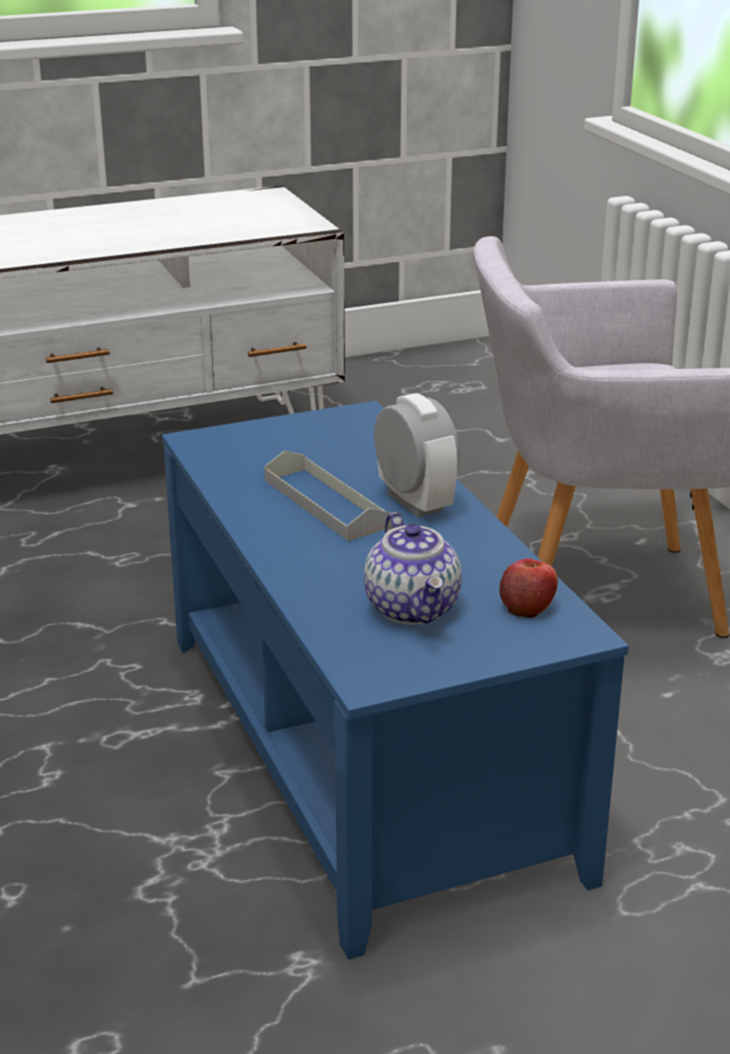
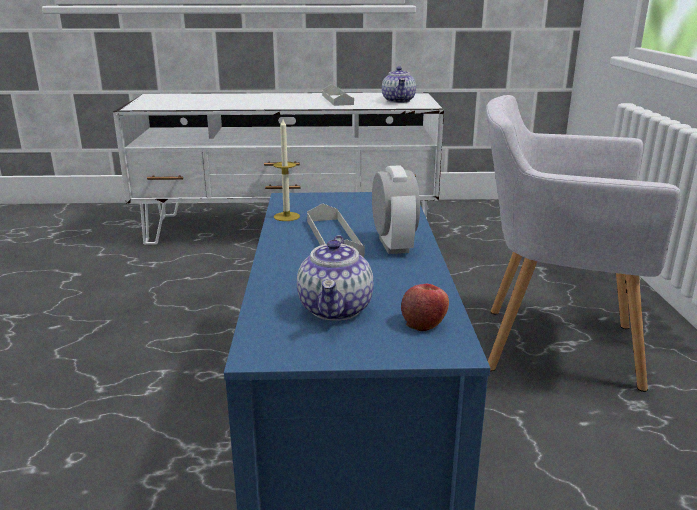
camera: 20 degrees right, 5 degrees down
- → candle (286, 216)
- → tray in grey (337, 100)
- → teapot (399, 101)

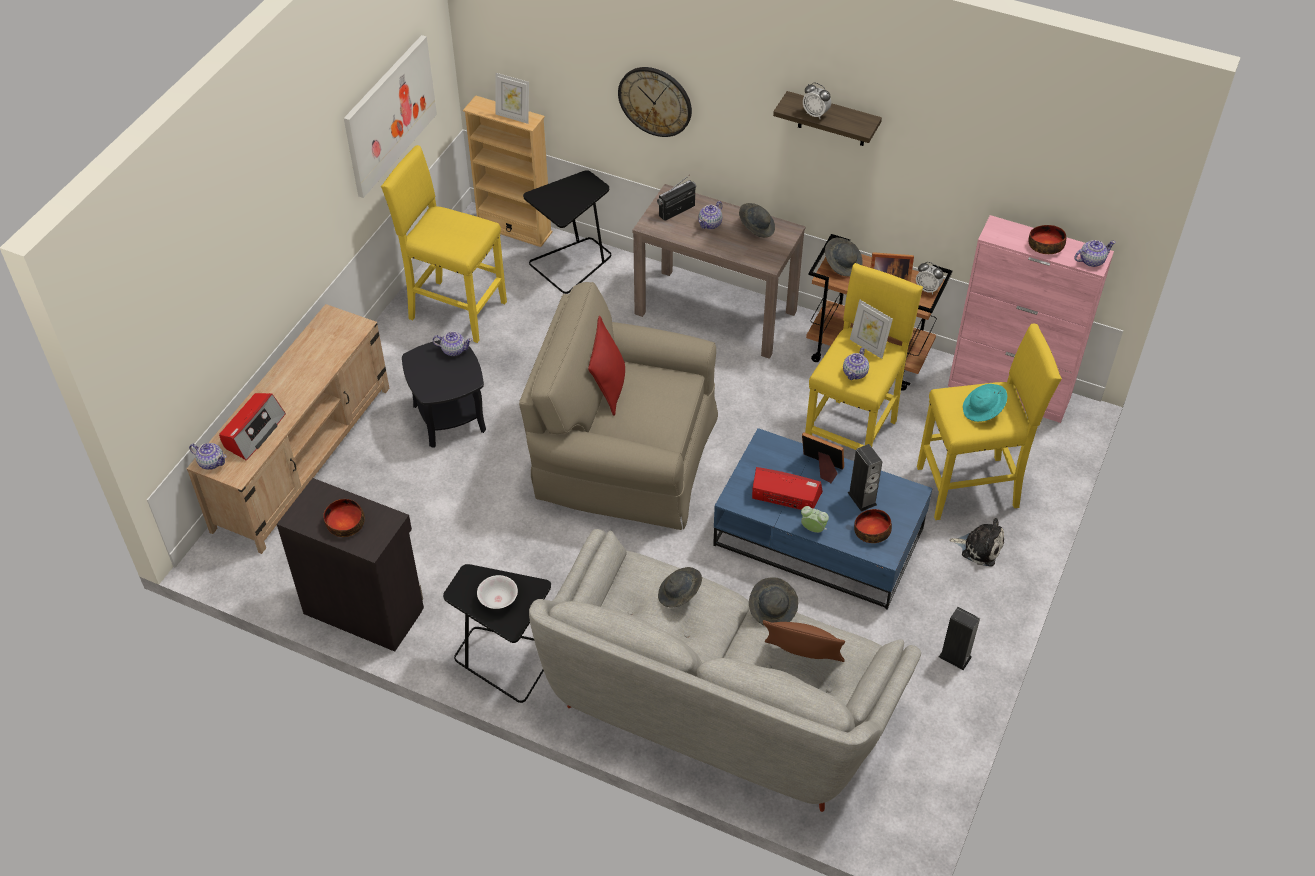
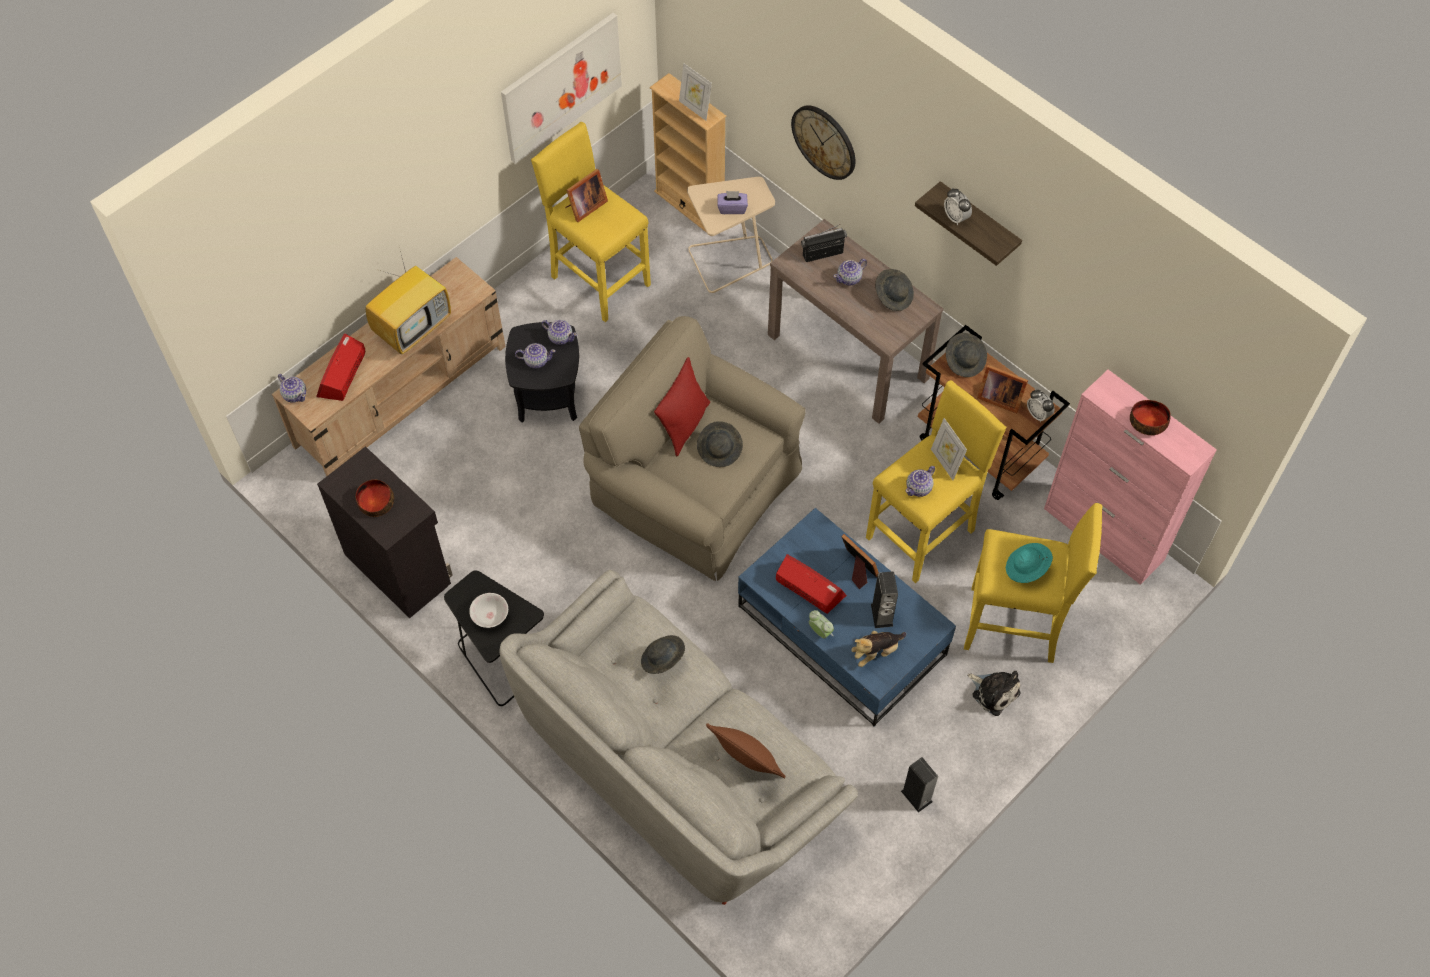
camera: 20 degrees right, 10 degrees up
radio (253, 432) → radio (342, 374), 150 degrees clockwise
side table in black (572, 264) → side table in beige (730, 261)
hat in grey (773, 609) → hat in grey (720, 450), move
bowl (872, 531) → plush toy (876, 652)
teapot (1091, 260) → teapot (536, 361), move
- → television (414, 327)
- → picture frame (585, 207)
- → tissue box in purple (732, 208)

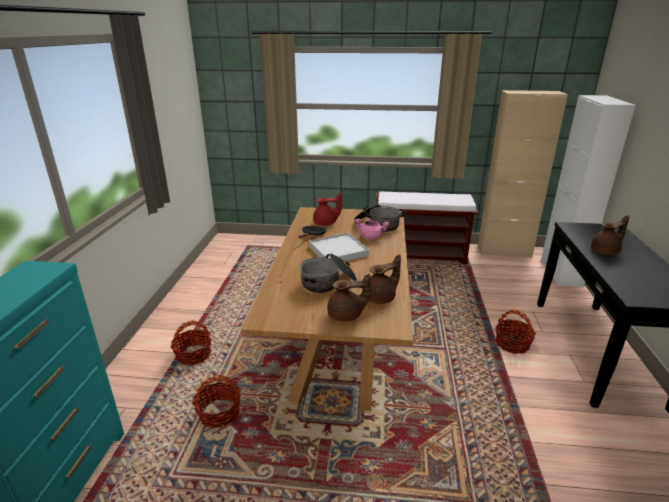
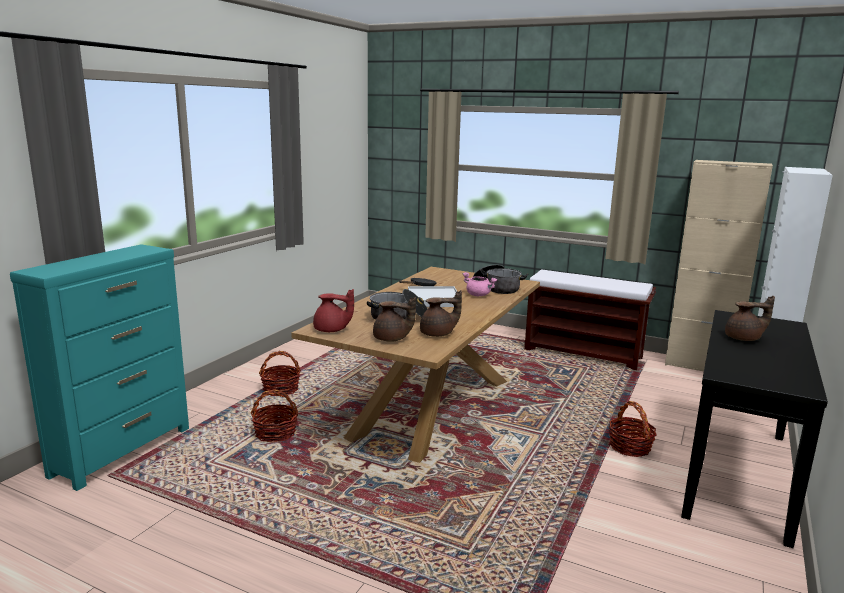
camera: 20 degrees right, 10 degrees down
teapot in red (326, 223) → teapot in red (332, 330), move

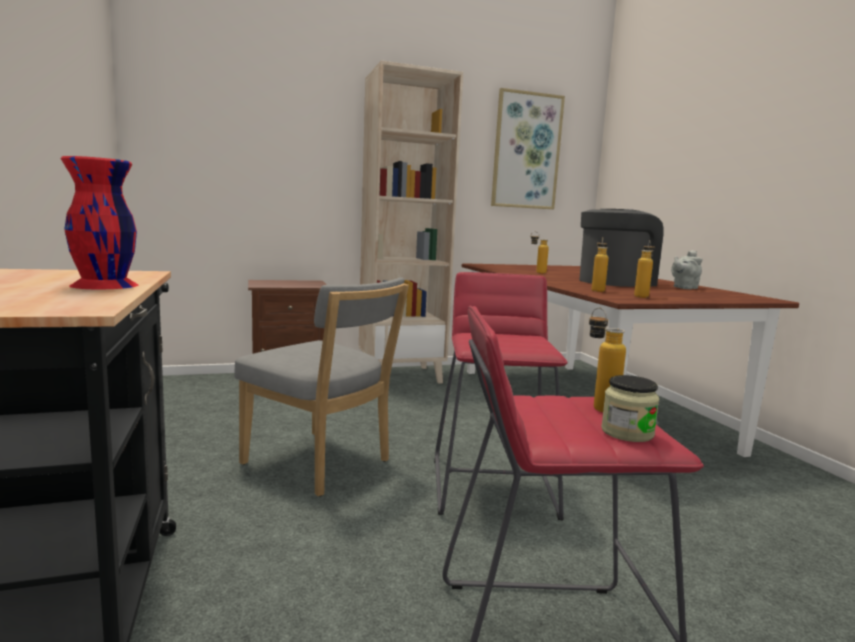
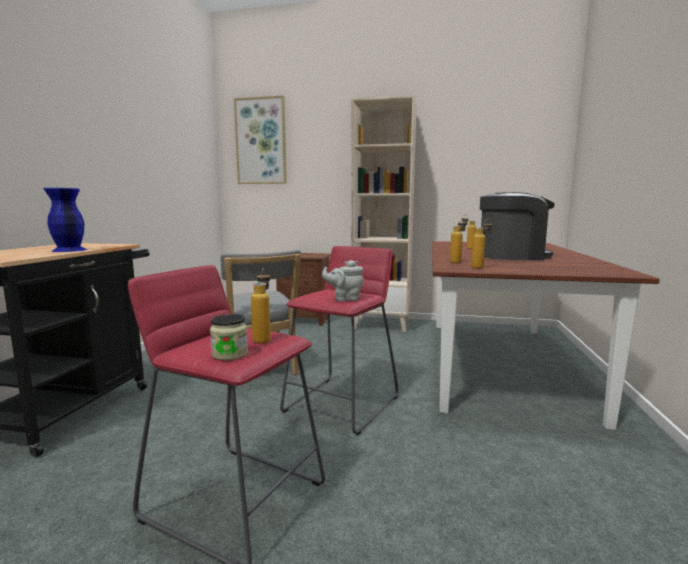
camera: 30 degrees right, 0 degrees up
vase in red (103, 285) → vase in blue (68, 250)
picture (526, 151) → picture (261, 141), move
teapot in grey (684, 288) → teapot in grey (345, 299), move

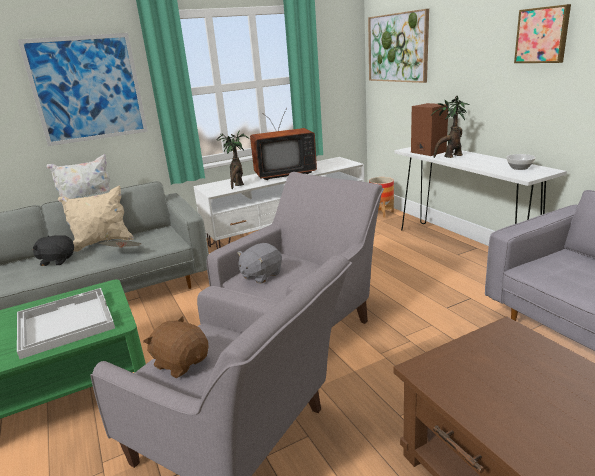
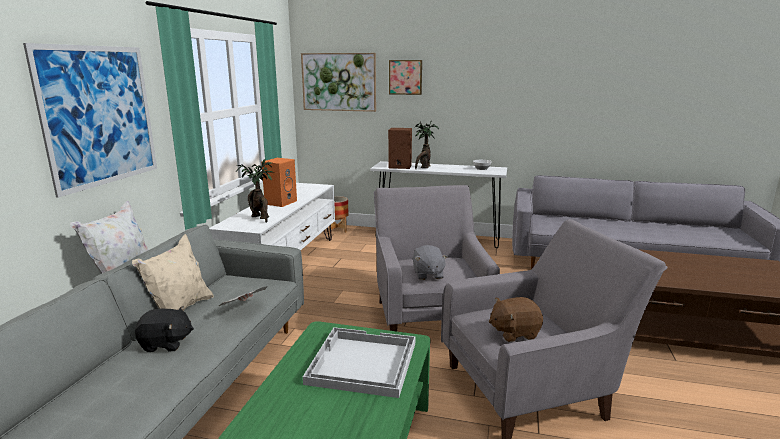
camera: 50 degrees left, 5 degrees down
plush toy in black (57, 260) → plush toy in black (166, 344), 135 degrees counterclockwise
television (283, 173) → speaker in orange (281, 202)
picture (542, 35) → picture (405, 77), move

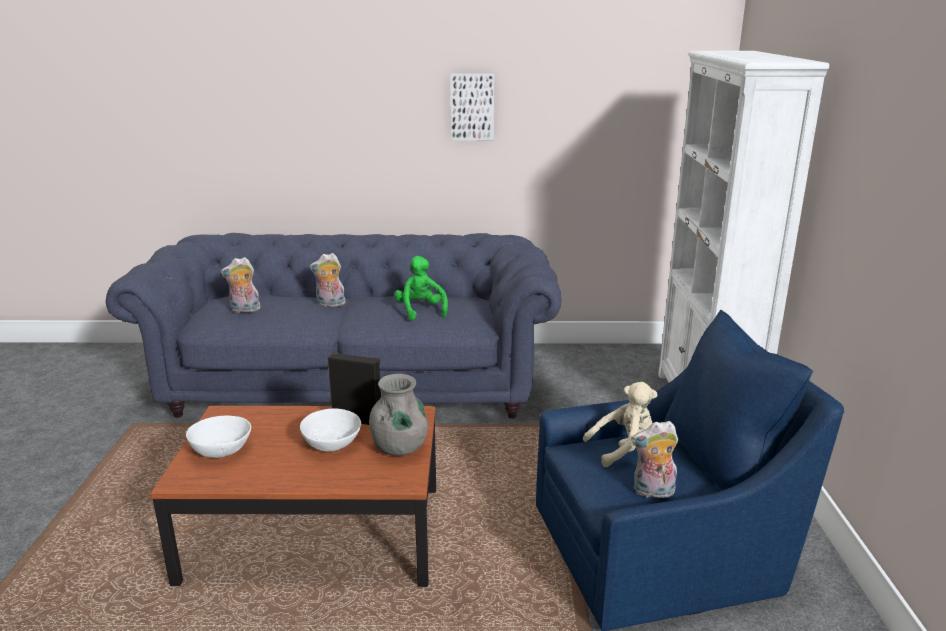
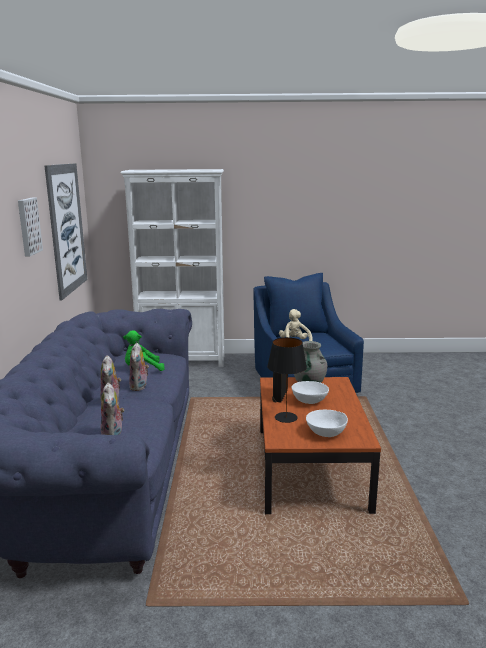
camera: 90 degrees left, 5 degrees down
plush toy (653, 492) → plush toy (139, 387), move
- → picture (67, 228)
- → table lamp in black (286, 417)

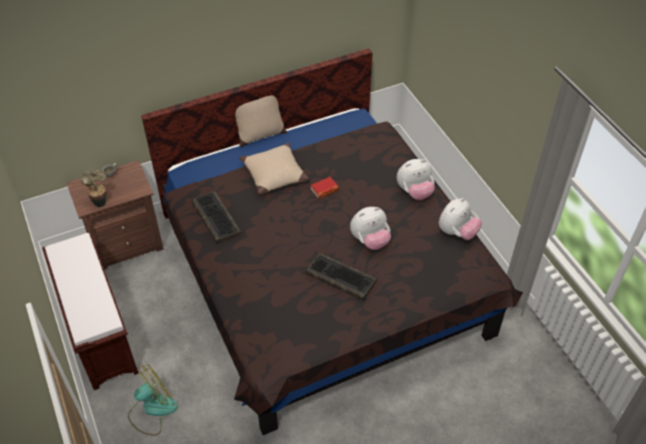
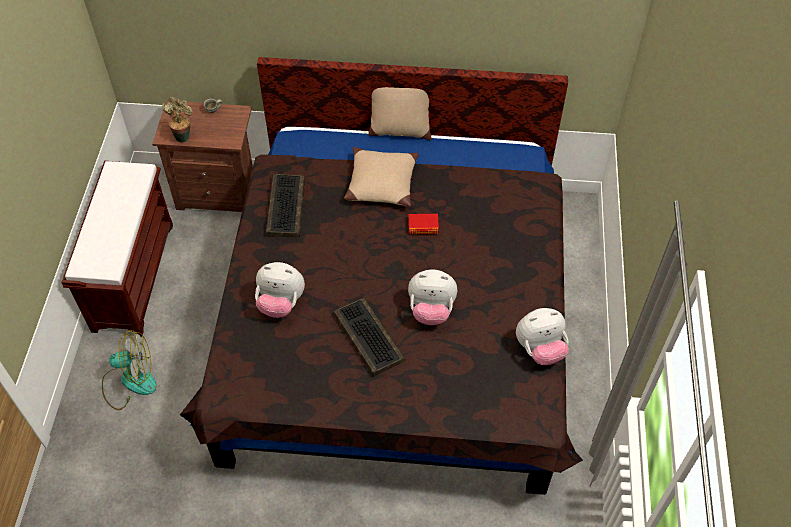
camera: 30 degrees right, 5 degrees up
plush toy (414, 192) → plush toy (280, 303), move

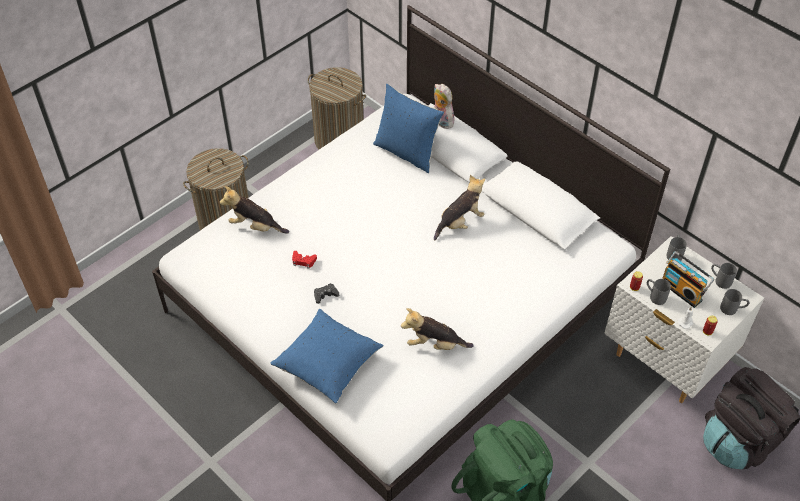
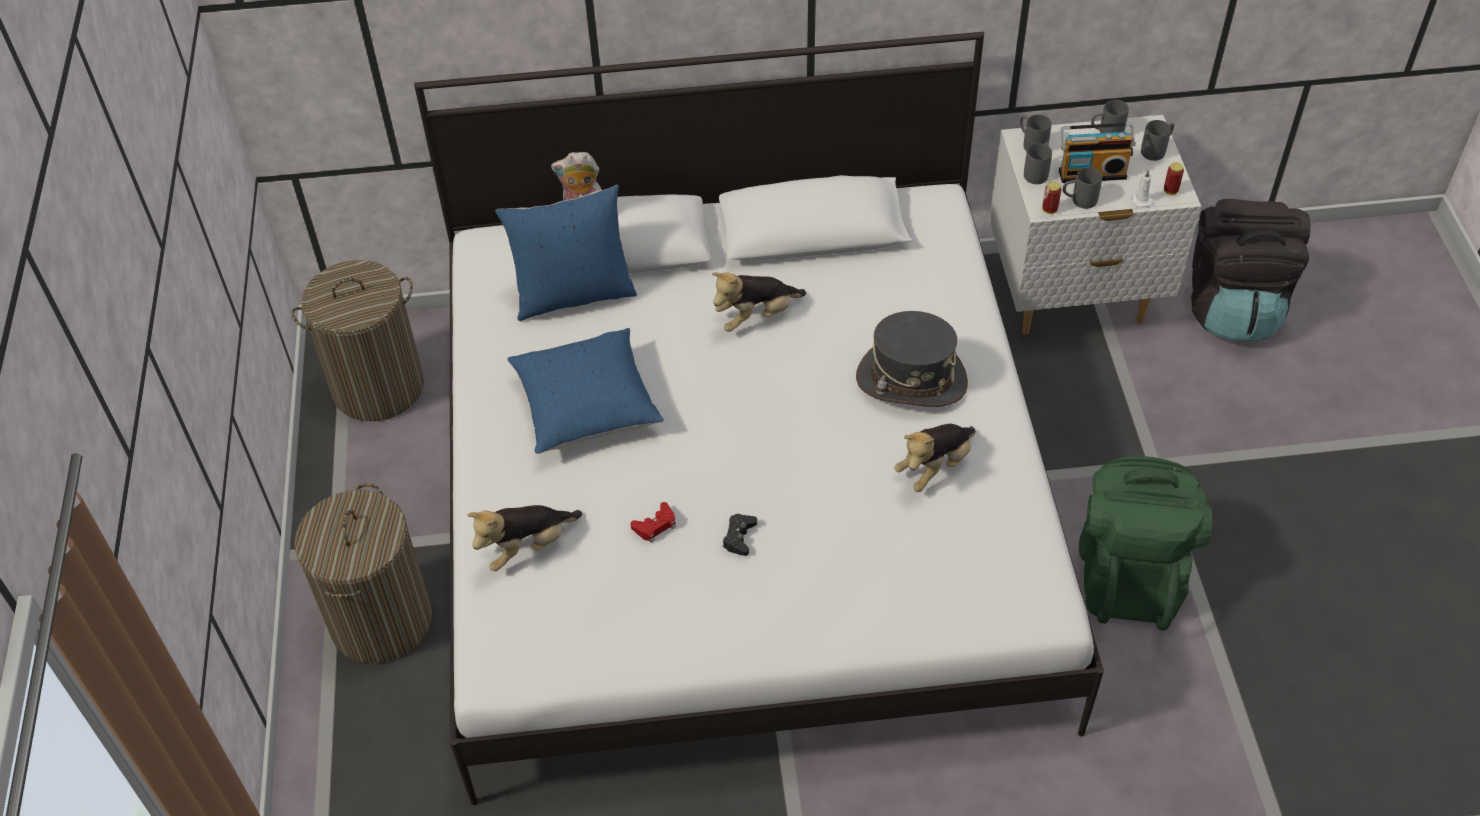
camera: 50 degrees left, 0 degrees up
pillow in blue (328, 364) → pillow in blue (586, 407), move
plush toy (460, 222) → plush toy (756, 316), 120 degrees counterclockwise
- → hat in grey (911, 380)
- → mug in grey (1038, 172)

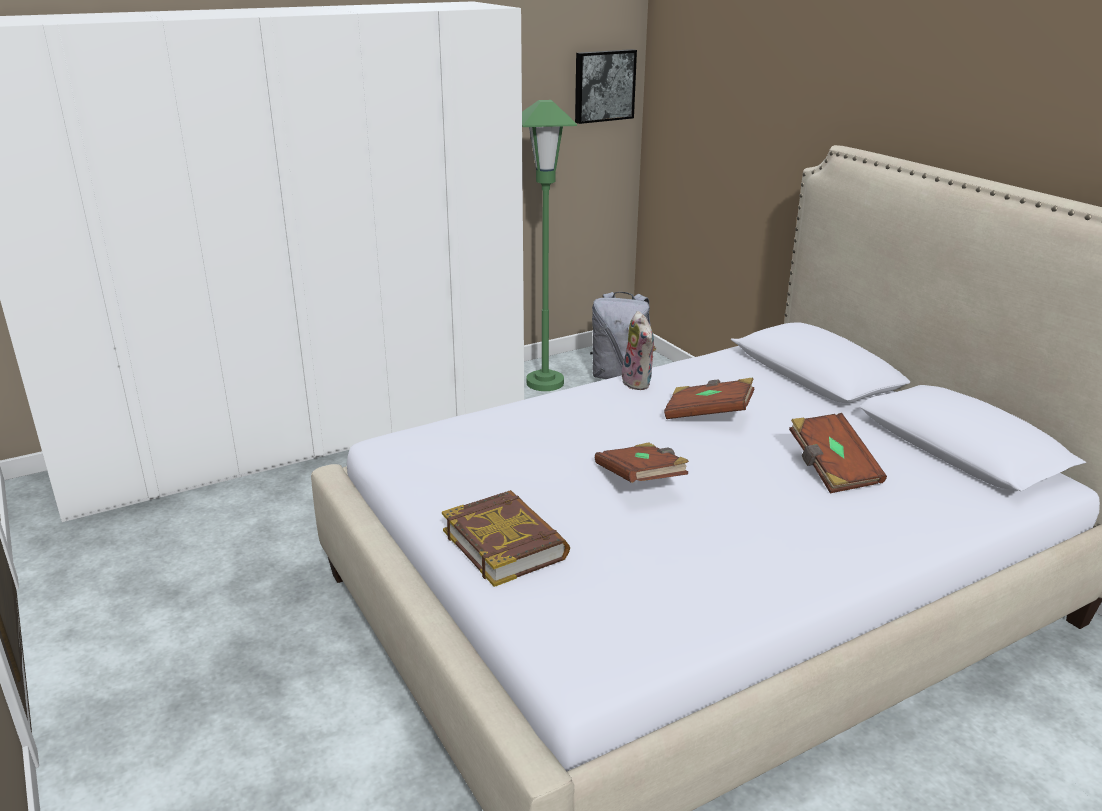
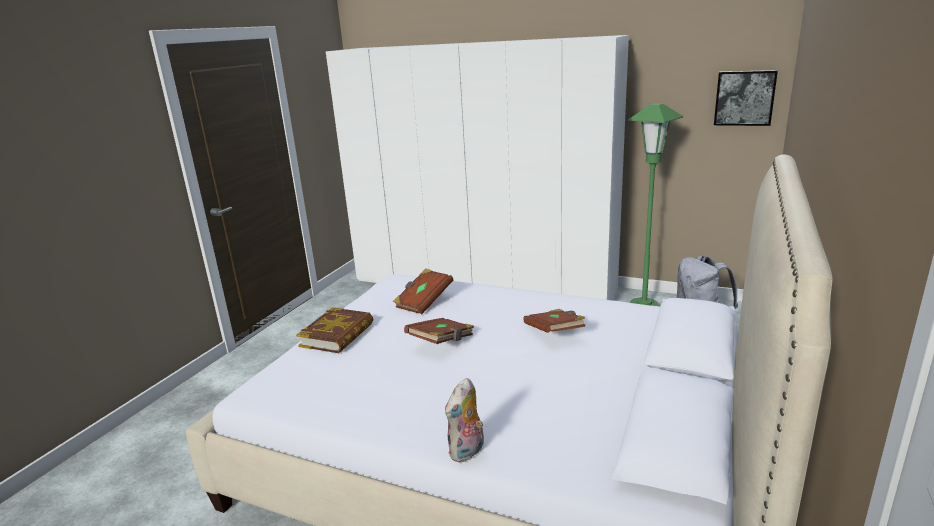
camera: 55 degrees right, 5 degrees down
plush toy (639, 383) → plush toy (467, 452), move
book in brown (832, 469) → book in brown (423, 301), move

